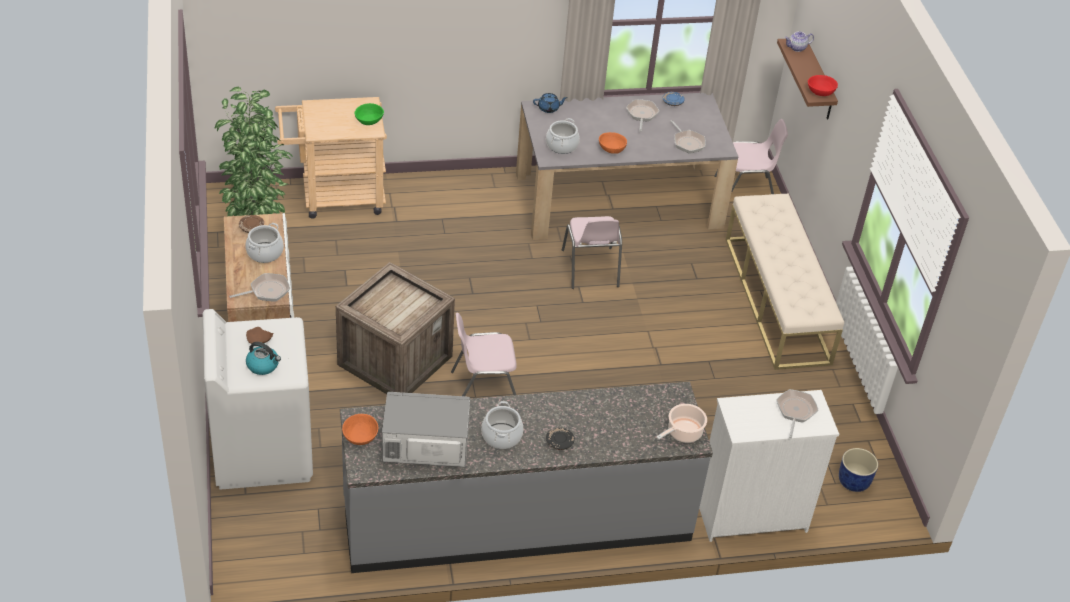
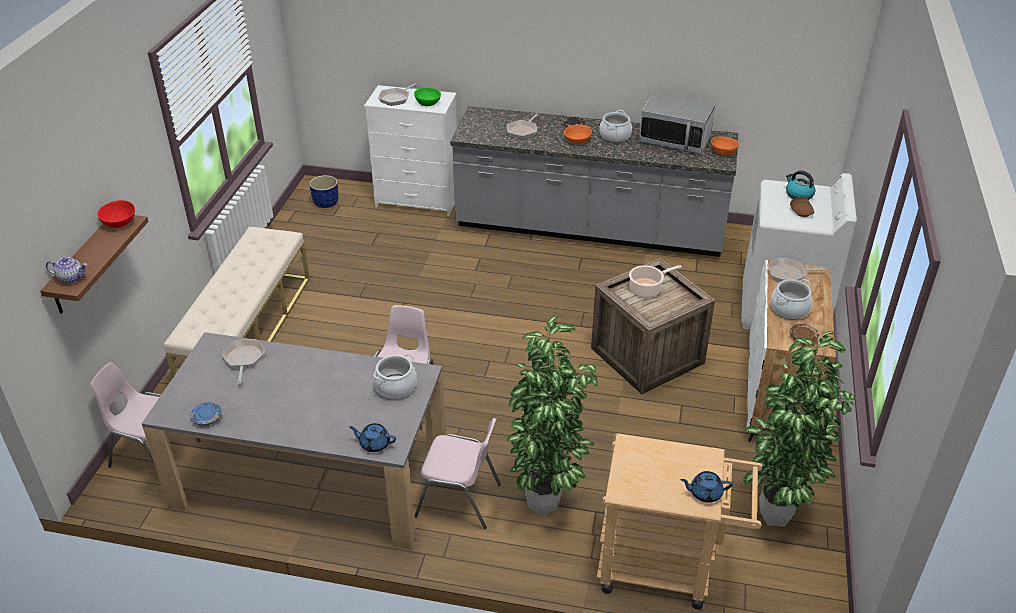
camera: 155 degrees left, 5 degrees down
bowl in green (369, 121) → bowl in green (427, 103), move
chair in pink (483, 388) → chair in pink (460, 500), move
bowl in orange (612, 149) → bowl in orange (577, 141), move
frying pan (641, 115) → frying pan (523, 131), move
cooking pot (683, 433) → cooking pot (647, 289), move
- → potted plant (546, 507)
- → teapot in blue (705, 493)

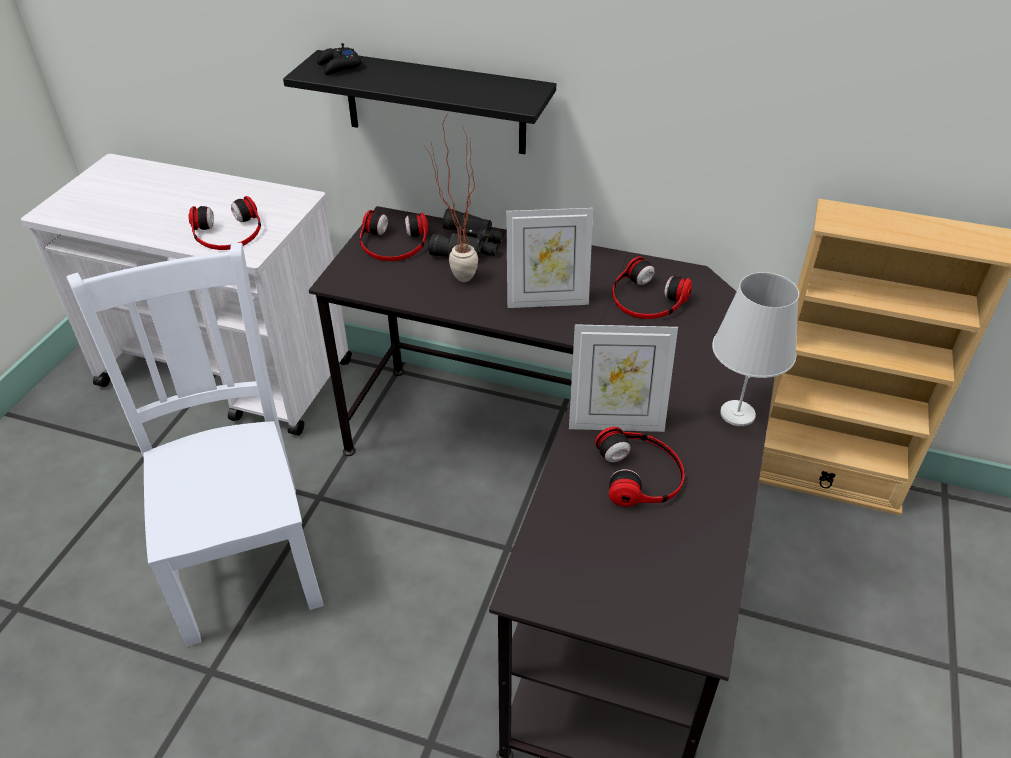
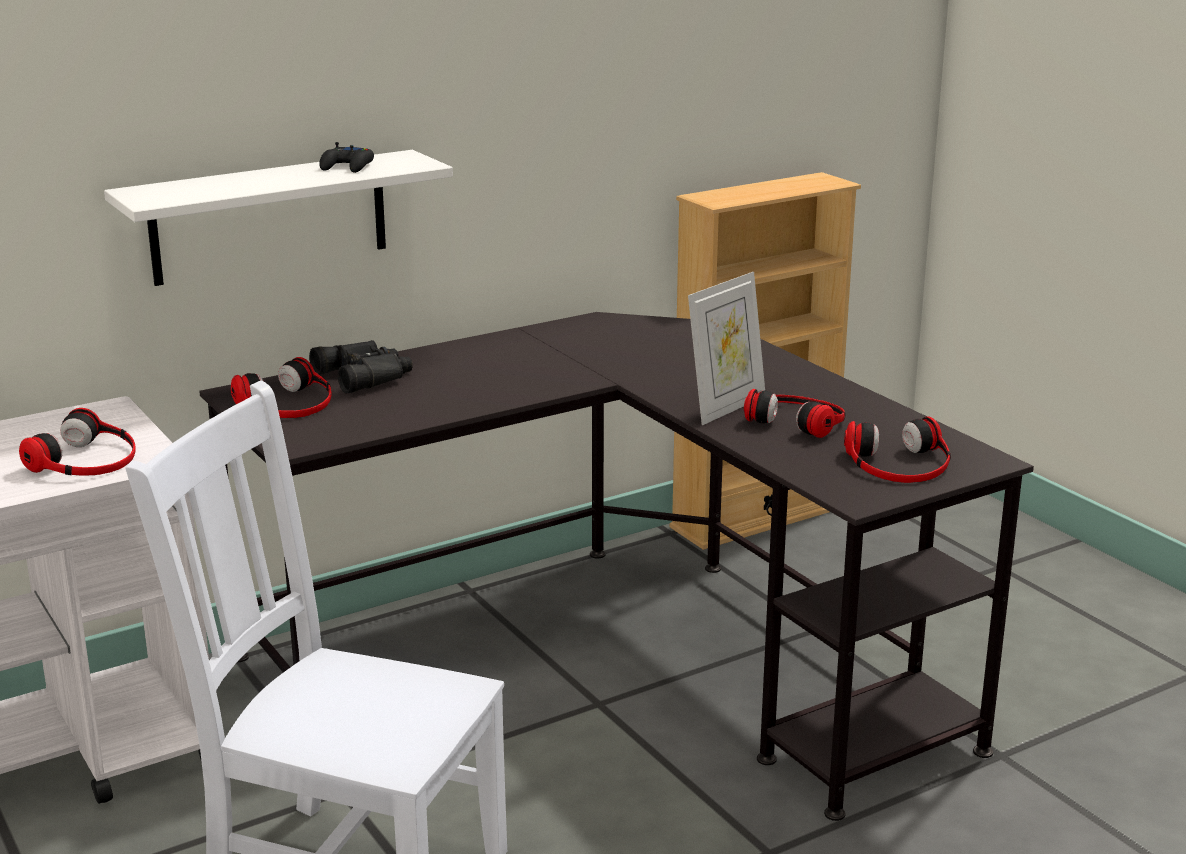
camera: 50 degrees left, 20 degrees down
shelf in black (435, 103) → shelf in white (269, 217)
game controller in black (339, 66) → game controller in black (348, 167), move
potted plant (455, 279) → -
picture frame (547, 301) → -
headphones (646, 299) → headphones (899, 463), move
table lamp in white (737, 414) → -

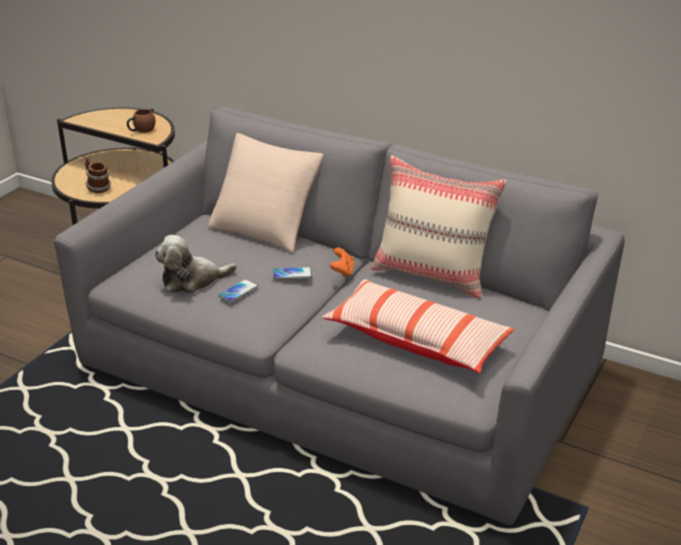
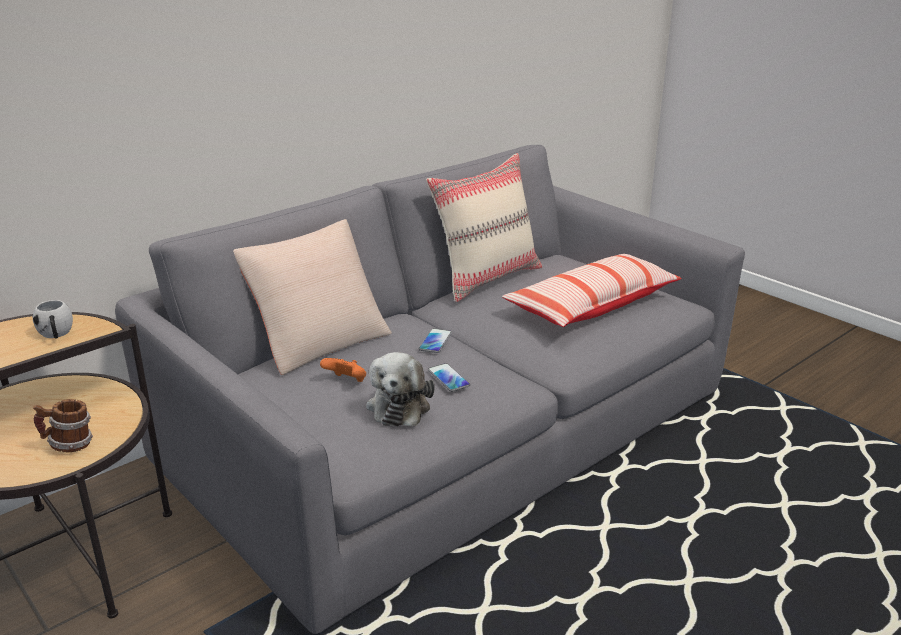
camera: 70 degrees left, 5 degrees down
mug in brown (141, 130) → mug in white (56, 335)
game controller in orange (342, 272) → game controller in orange (346, 381), move

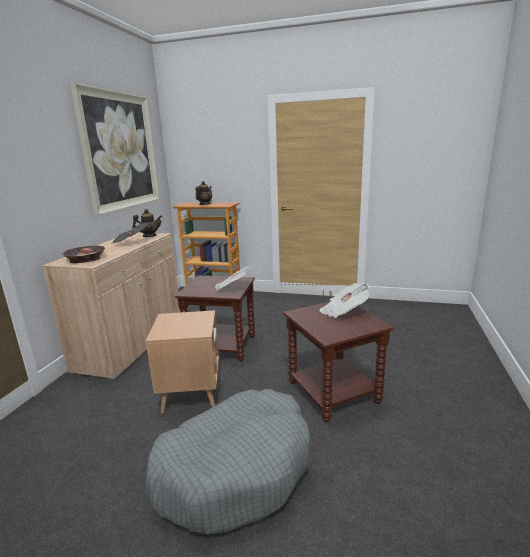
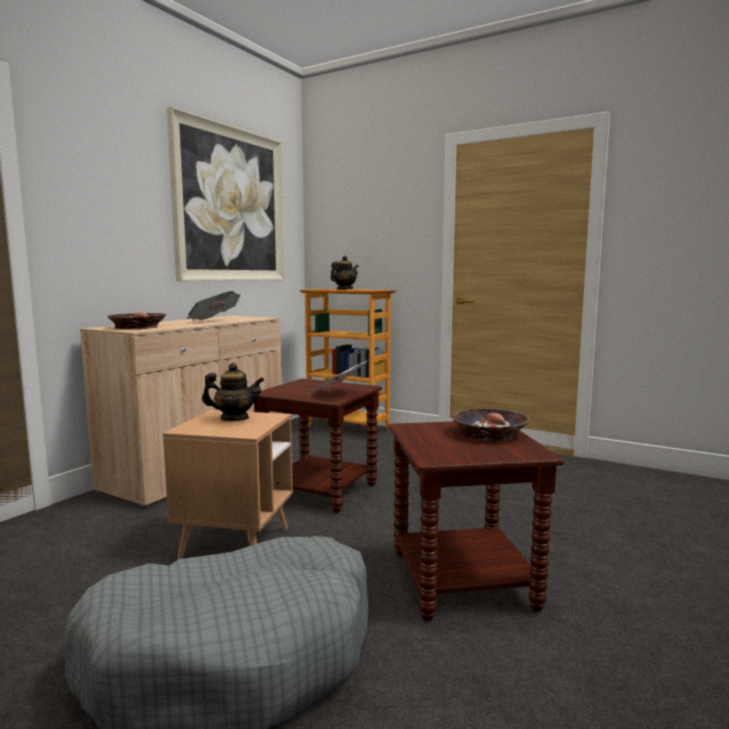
camera: 15 degrees right, 10 degrees down
teapot (149, 236) → teapot (234, 418), move
newspaper (344, 311) → bowl (489, 433)

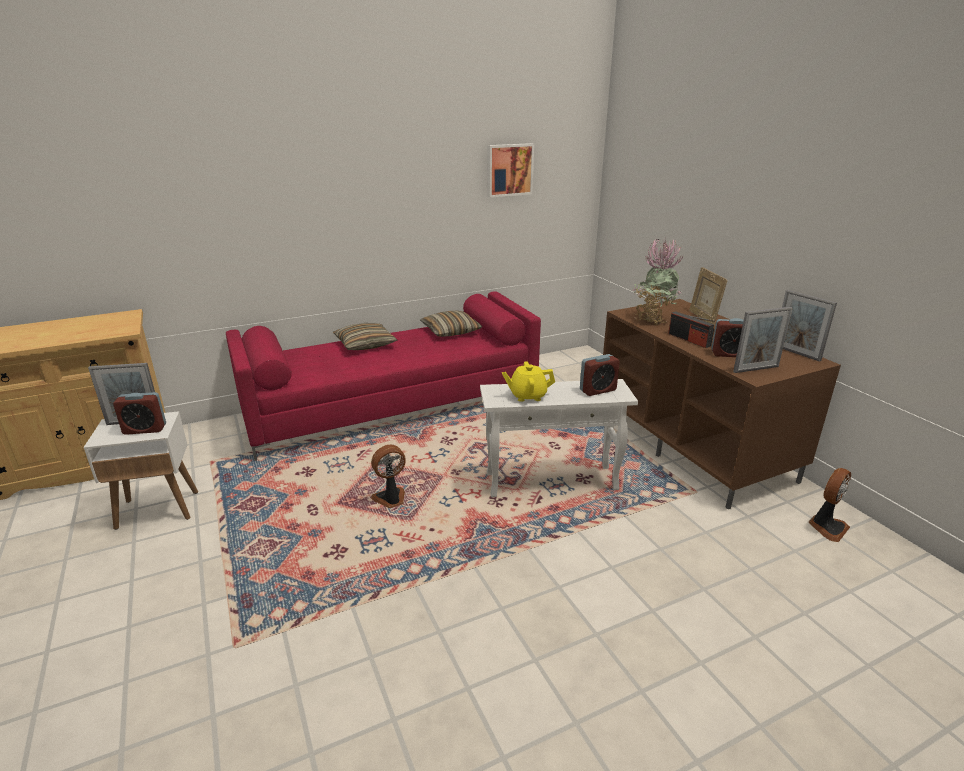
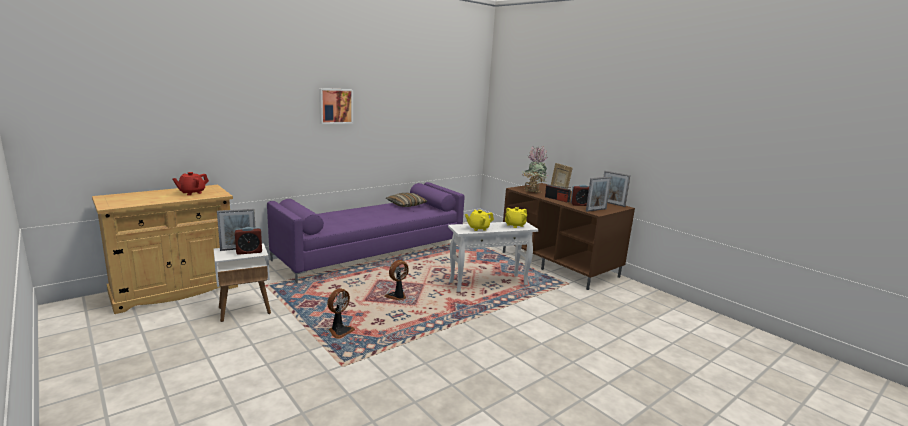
camera: 15 degrees left, 10 degrees down
sofa in red (394, 405) → sofa in purple (372, 252)
pillow (365, 344) → -
picture (509, 170) → picture (335, 106), move
alarm clock (597, 390) → teapot in yellow (514, 225)
fan (827, 527) → fan (340, 331), move
- → teapot in red (191, 192)

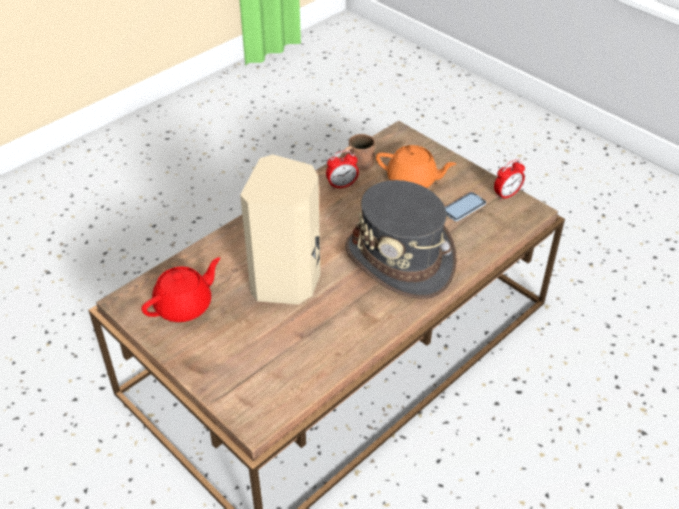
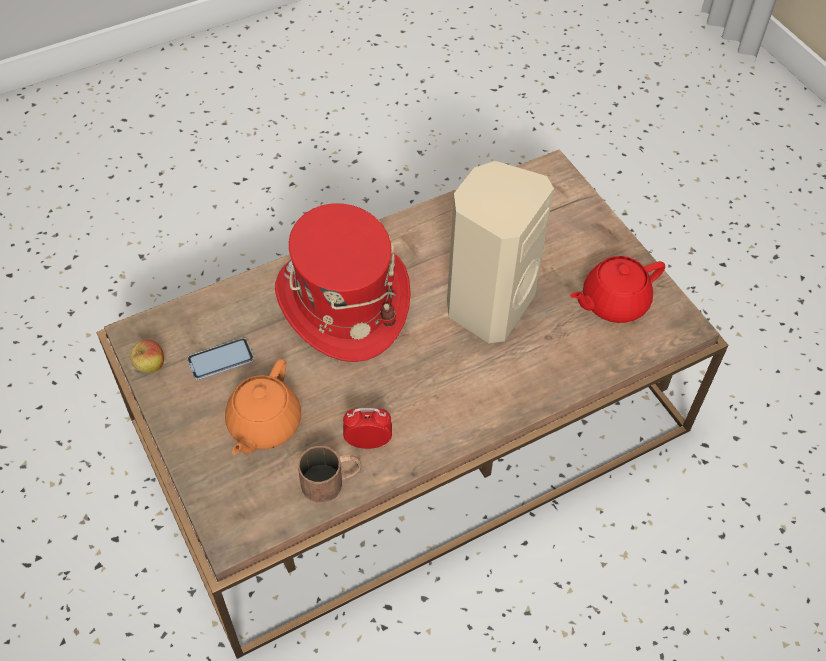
camera: 165 degrees left, 10 degrees up
hat in grey (400, 260) → hat in red (343, 302)
teapot in orange (412, 181) → teapot in orange (263, 425), 105 degrees counterclockwise
alarm clock (506, 195) → apple (150, 366)

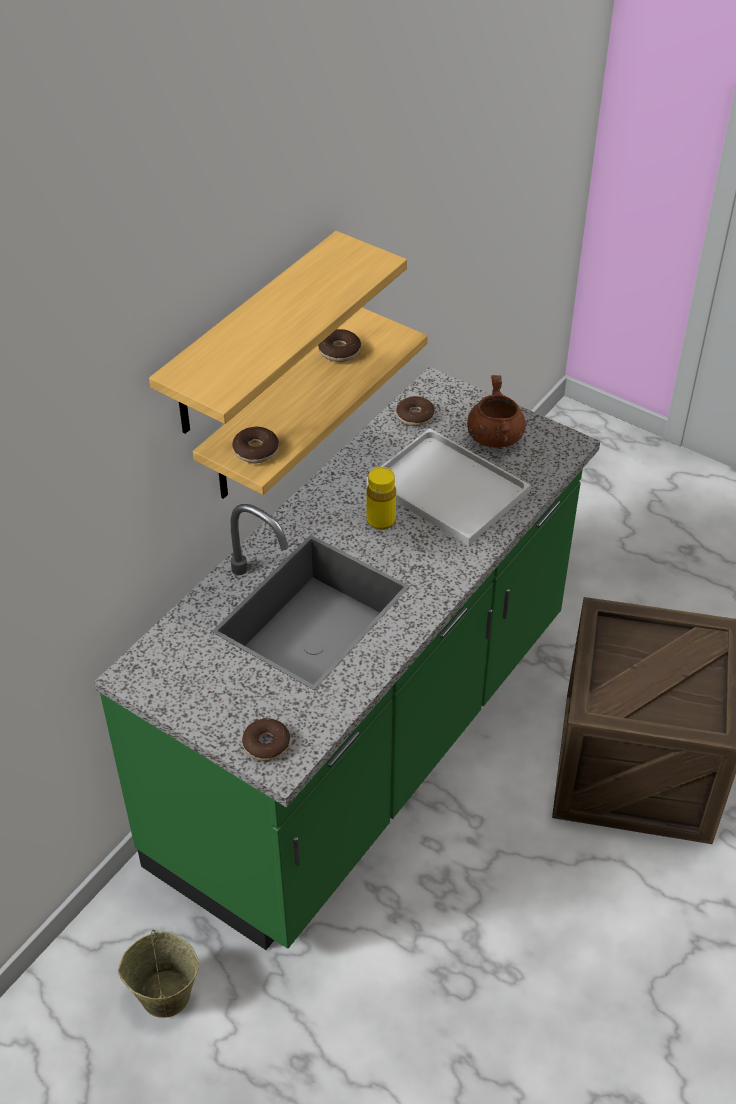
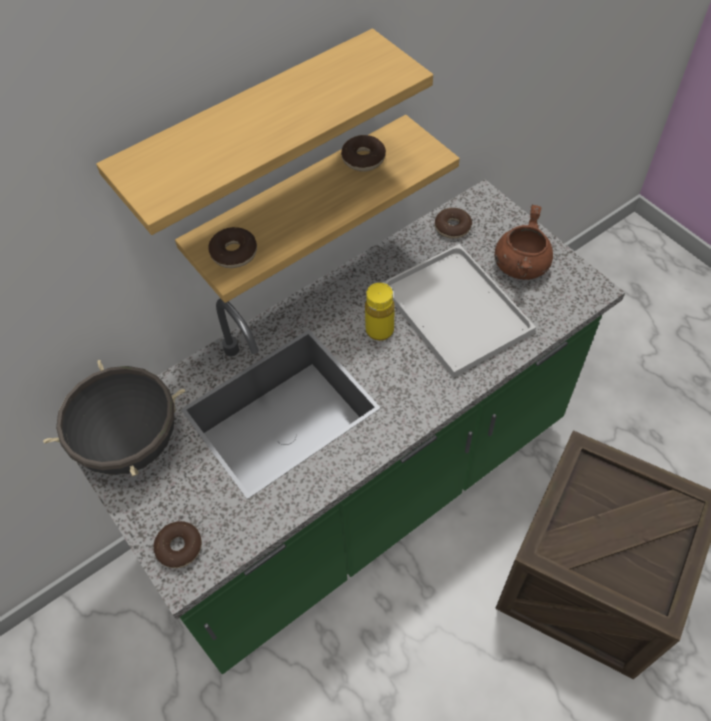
camera: 20 degrees right, 10 degrees up
bucket in beige (164, 994) → -
- → cooking pot in black (131, 444)

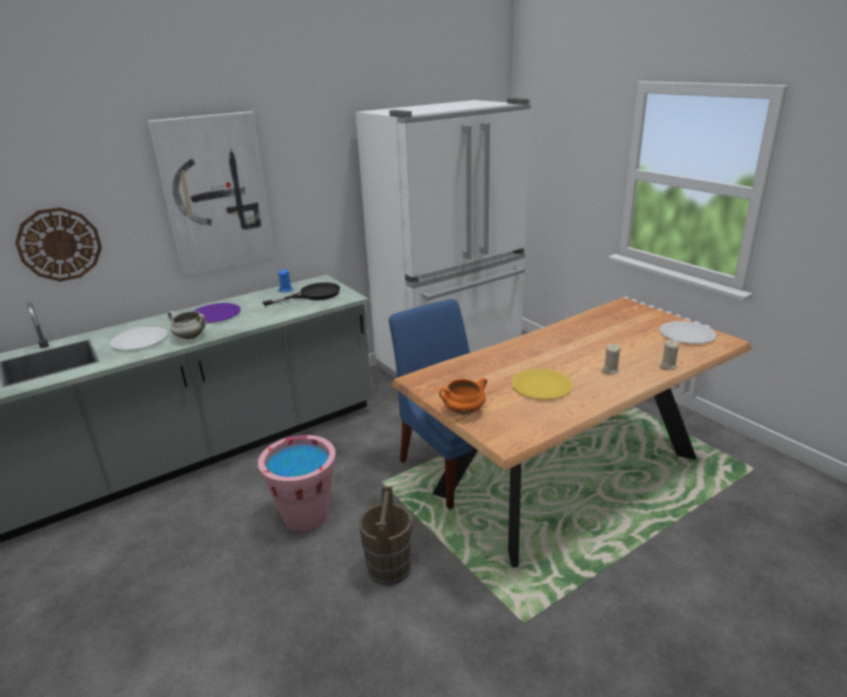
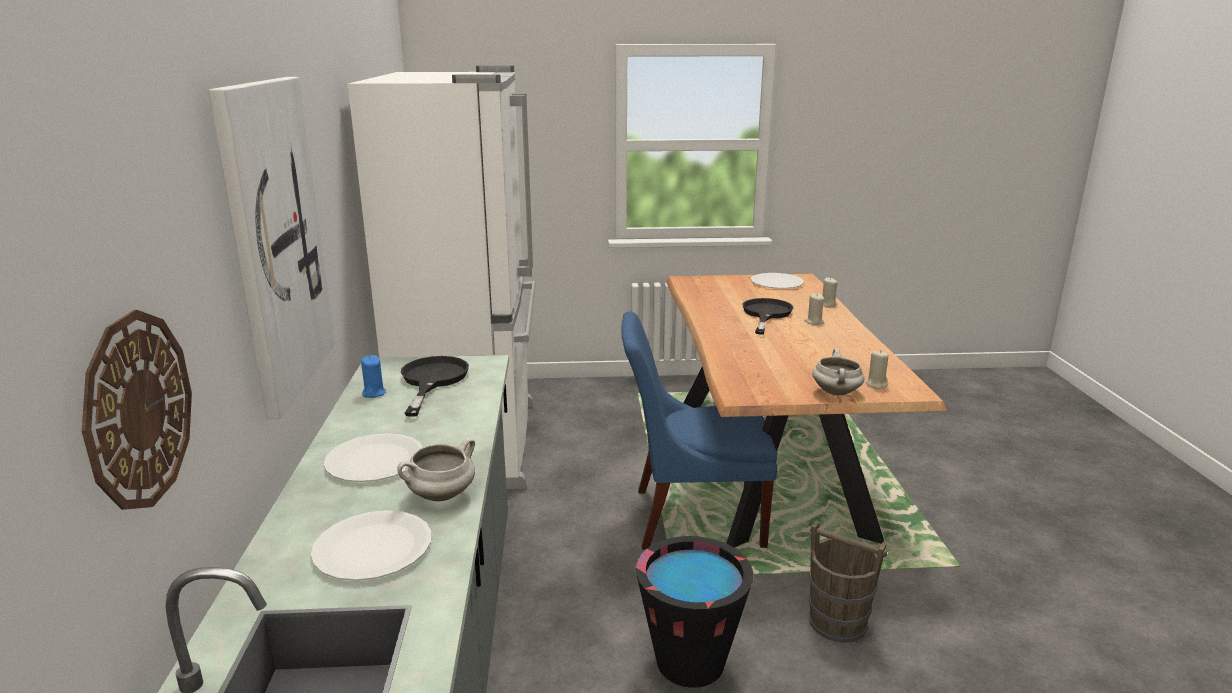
camera: 60 degrees left, 5 degrees down
plate in purple (215, 314) → plate in white (374, 460)
bucket in pink (306, 515) → bucket in black (690, 662)
cooking pot in orange (463, 411) → cooking pot in white (837, 393)
plate in yellow (541, 386) → -
- → frying pan in black (766, 314)
- → candle in beige (876, 384)

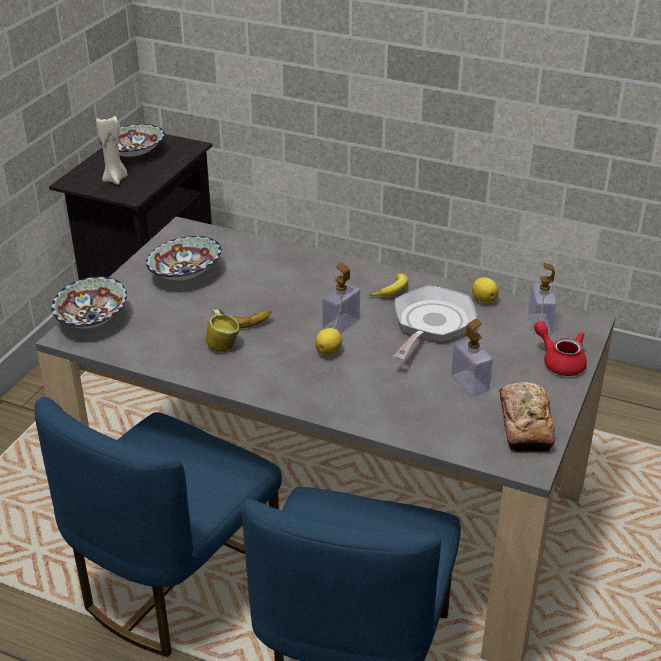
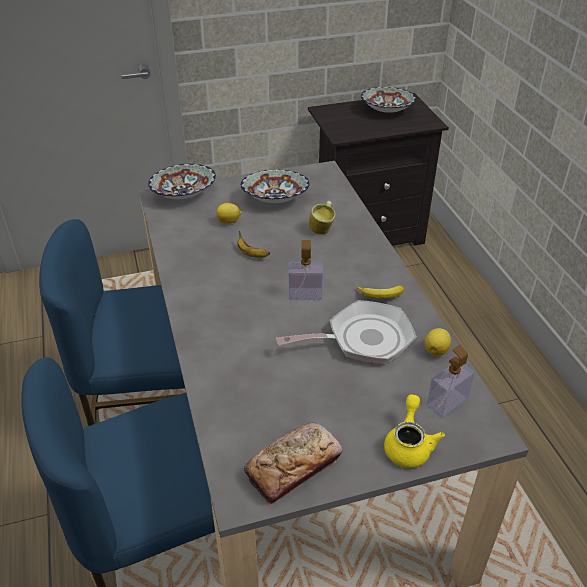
camera: 50 degrees right, 5 degrees up
candle in beige (115, 179) → -
mug (222, 344) → mug (323, 229), move
lemon (329, 351) → lemon (229, 222), move
soap dispenser (470, 383) → -
teapot in red (560, 362) → teapot in yellow (409, 444)

